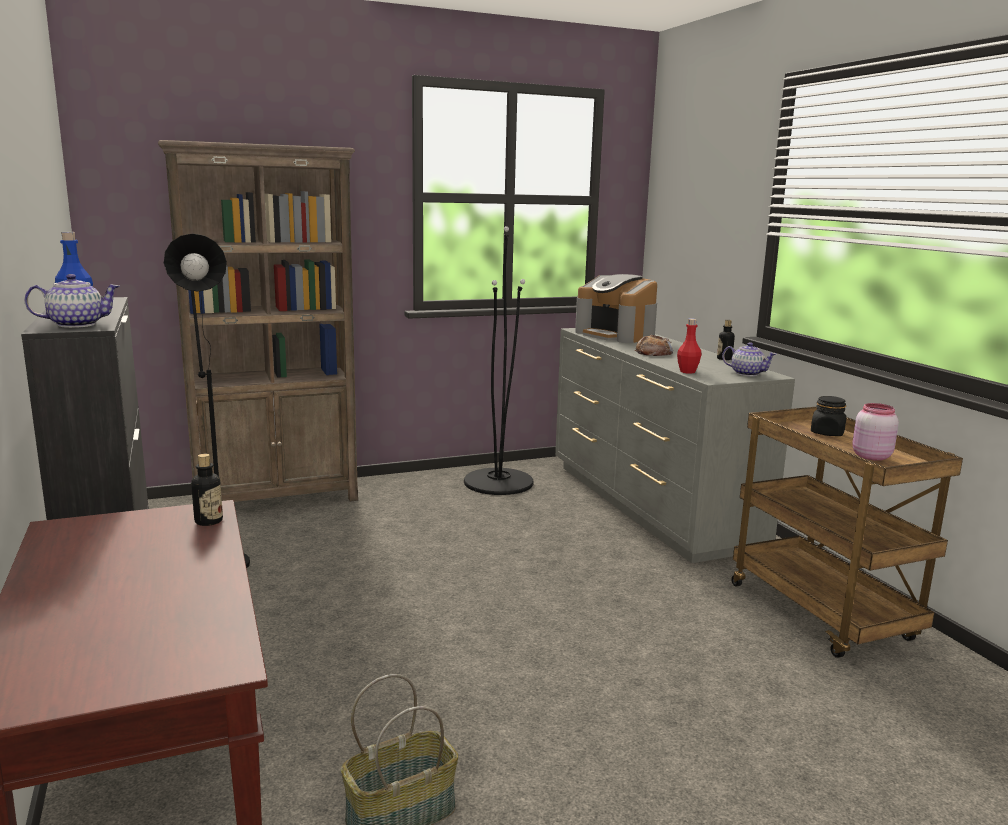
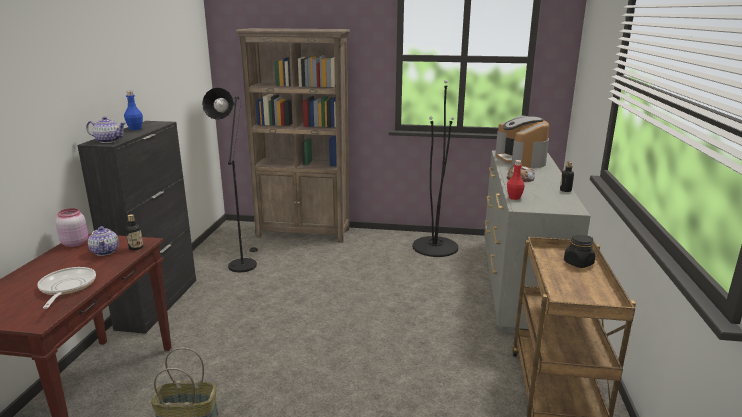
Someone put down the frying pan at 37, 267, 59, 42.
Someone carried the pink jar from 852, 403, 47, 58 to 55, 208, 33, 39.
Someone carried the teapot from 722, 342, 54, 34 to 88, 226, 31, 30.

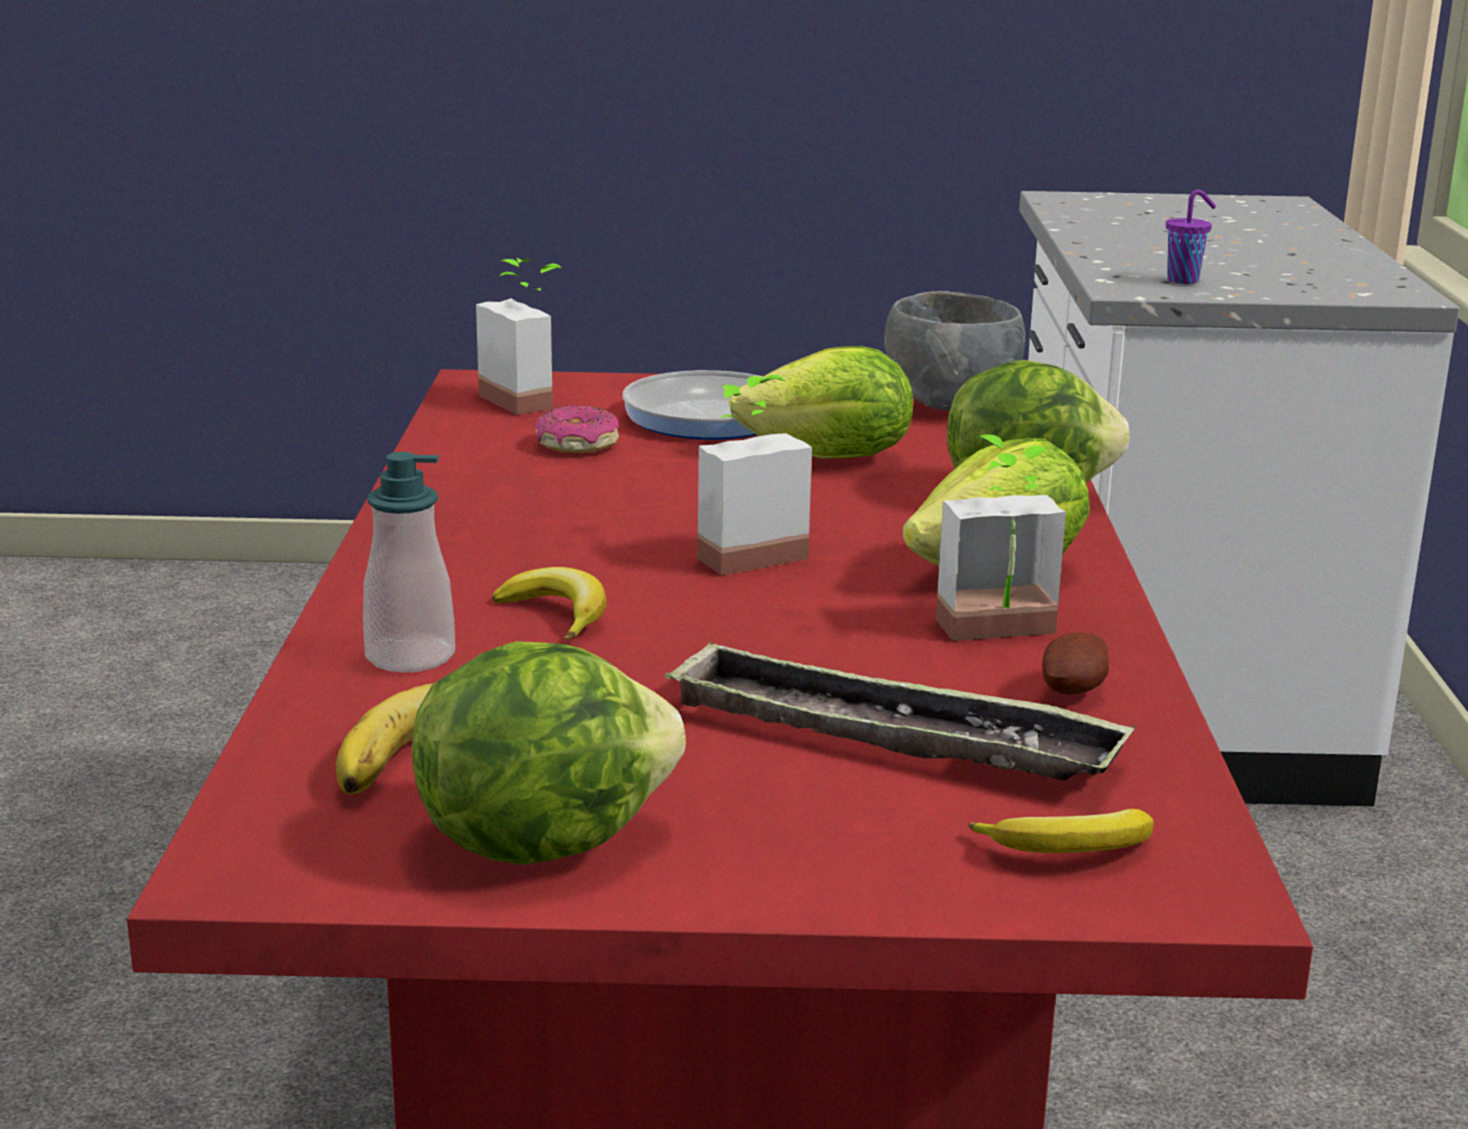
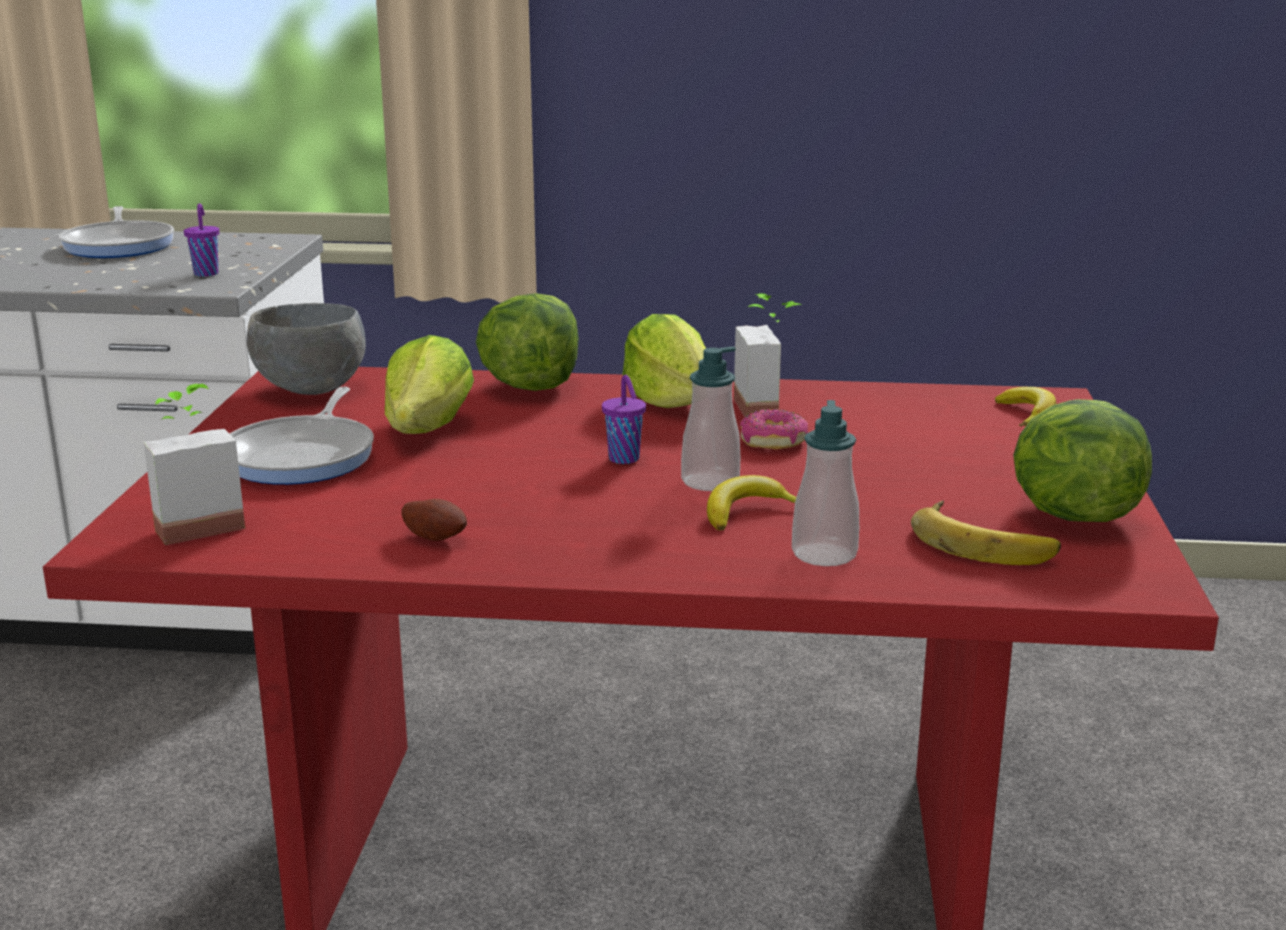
Someone put down the frying pan at 59, 206, 115, 52.
Someone carried the potato from 1042, 633, 67, 61 to 401, 499, 66, 42.
Someone swapped the potted plant at 698, 375, 114, 201 for the purple cup at 602, 375, 44, 89.
Someone put down the soap dispenser at 681, 346, 59, 145.
Someone carried the donut from 536, 405, 83, 48 to 740, 409, 68, 40.
Someone took away the tray at 664, 640, 470, 141.

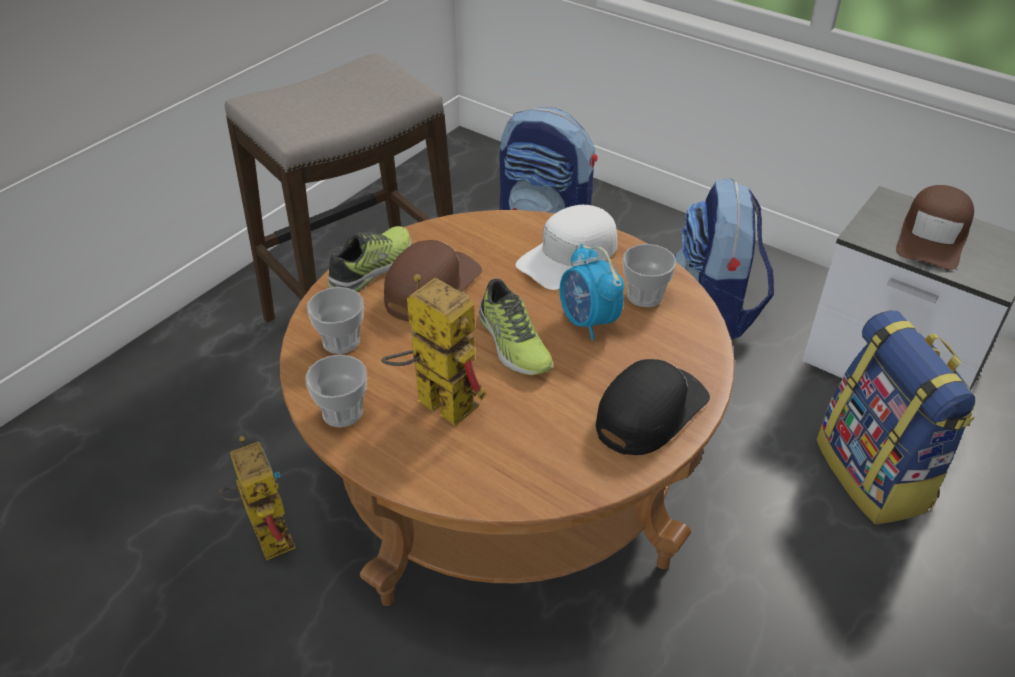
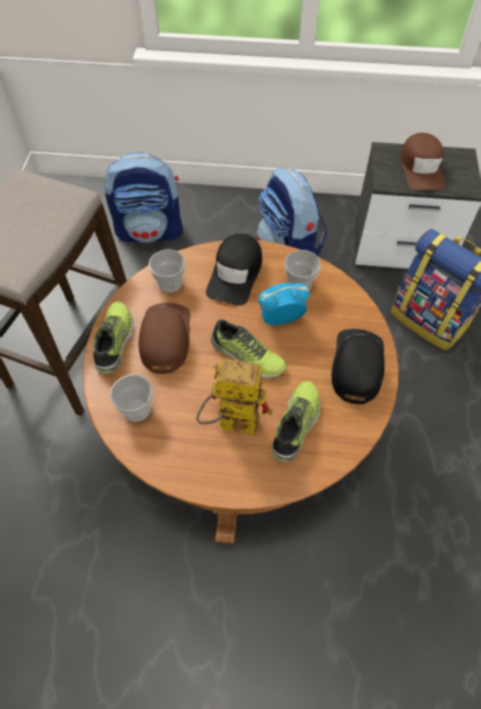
Someone carried the cup from 305, 354, 62, 74 to 149, 249, 36, 44.
Someone repainted the white cap at 516, 205, 101, 85, which became the black cap at 206, 234, 56, 72.
Someone rotated the alarm clock at 560, 244, 65, 96 by 135 degrees clockwise.
Someone put down the shoe at 271, 381, 49, 81.
Someone took away the toy robot at 219, 436, 77, 125.

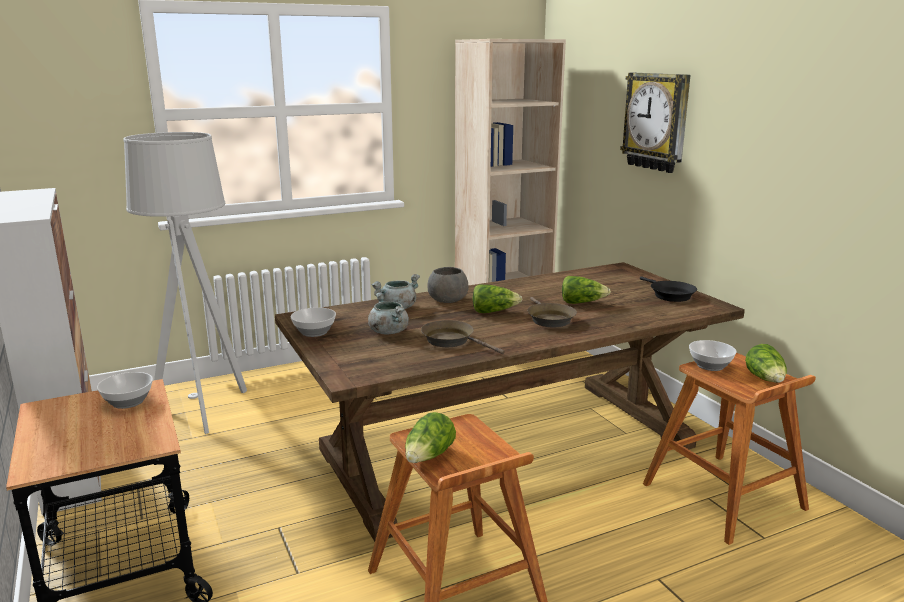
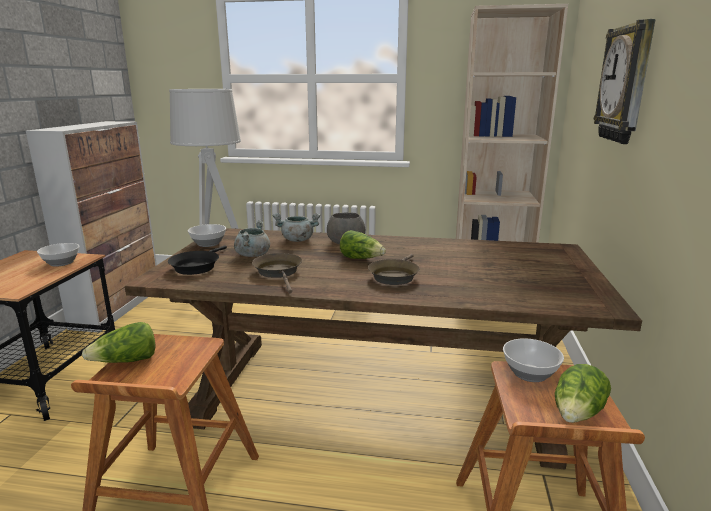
Someone carried the black frying pan from 640, 277, 57, 25 to 168, 245, 59, 30.
Someone took away the lettuce at 562, 276, 49, 28.

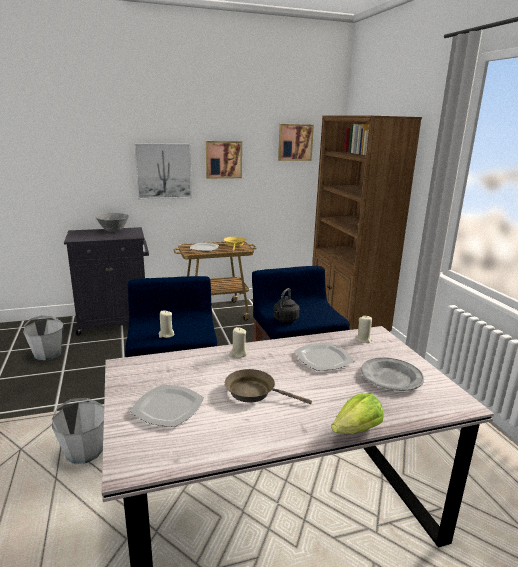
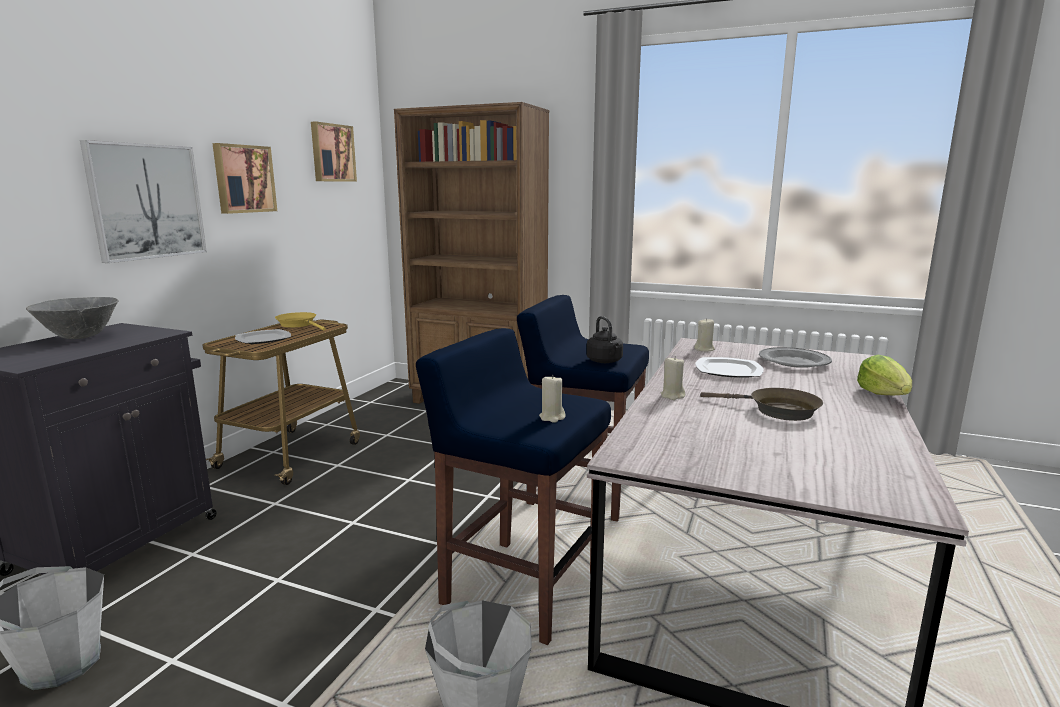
Someone rotated the brown frying pan at 225, 369, 87, 35 by 120 degrees counterclockwise.
Someone took away the plate at 130, 384, 74, 43.

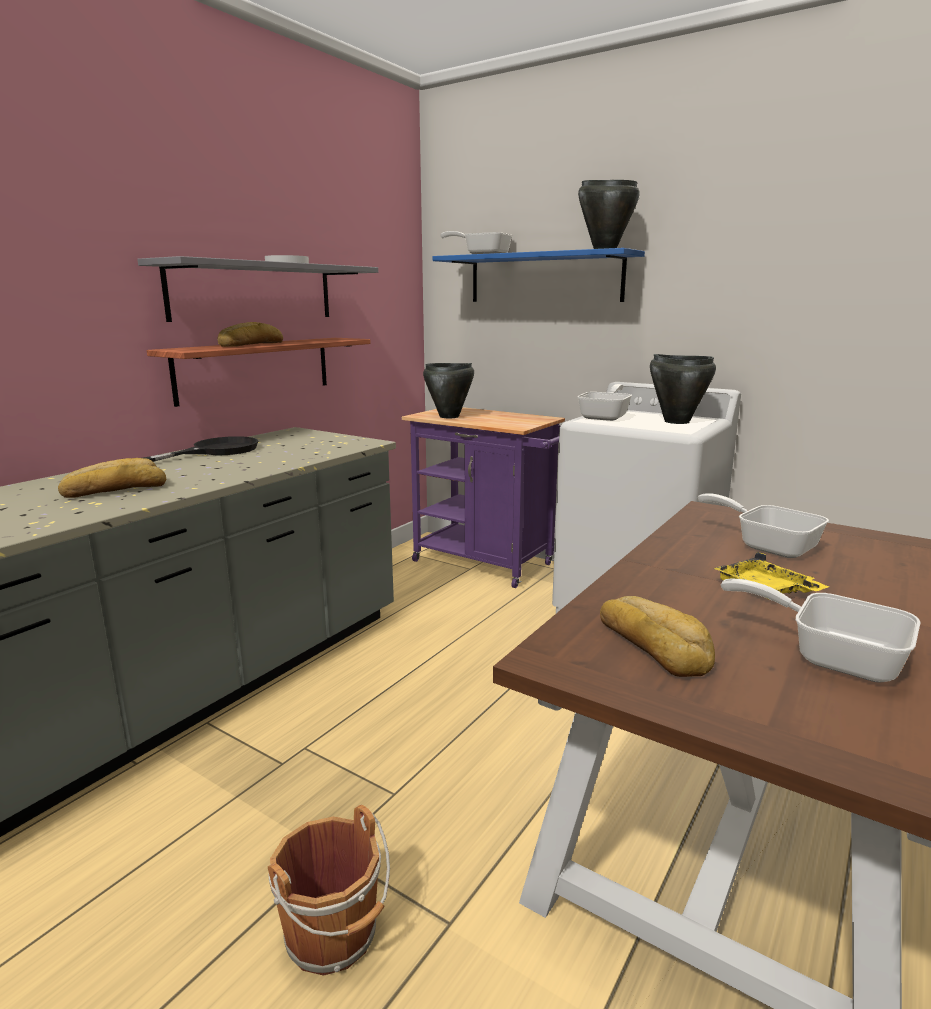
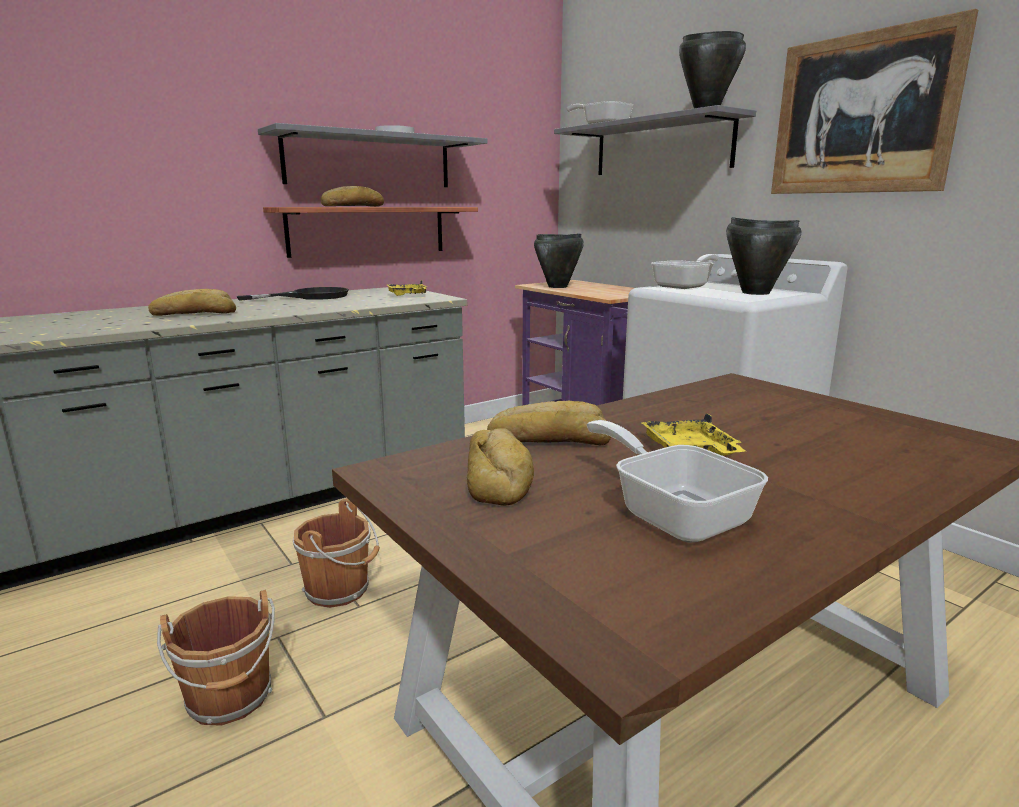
Someone put down the brown bucket at 293, 499, 87, 109.
Someone put down the yellow tray at 387, 280, 41, 16.
Someone put down the bread at 487, 401, 124, 44.
Someone repainted the blue shelf at 433, 248, 212, 54, which became the grey shelf at 554, 105, 202, 70.
Someone put up the picture at 771, 9, 207, 185.
Someone took away the frying pan at 698, 493, 131, 65.

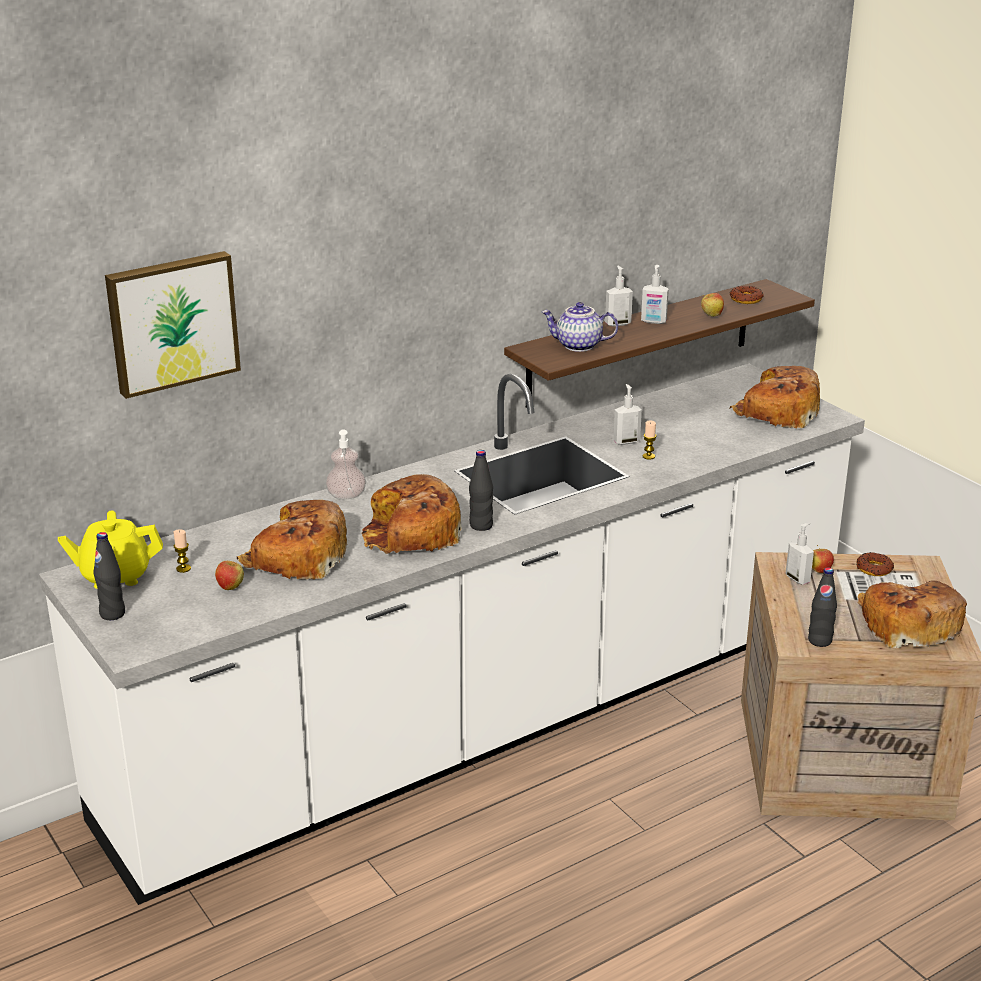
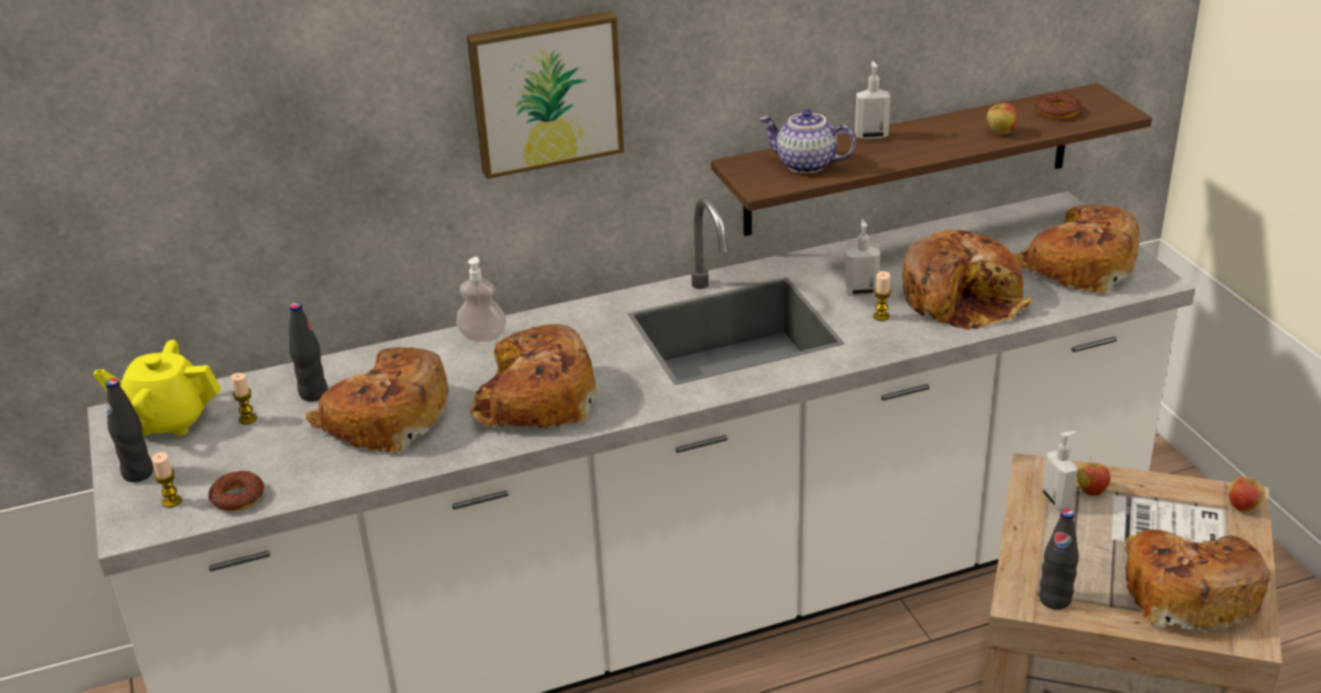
Someone put down the candle at 152, 452, 30, 56.
Someone carried the donut from 856, 552, 38, 24 to 208, 471, 56, 40.
Someone carried the black bottle from 469, 450, 24, 81 to 289, 302, 39, 99.
Someone carried the picture from 105, 251, 136, 148 to 467, 11, 157, 168.
Someone put down the bread at 902, 230, 131, 100.
Someone carried the apple from 215, 559, 29, 31 to 1229, 477, 36, 35.
Someone took away the soap dispenser at 641, 265, 28, 59.

